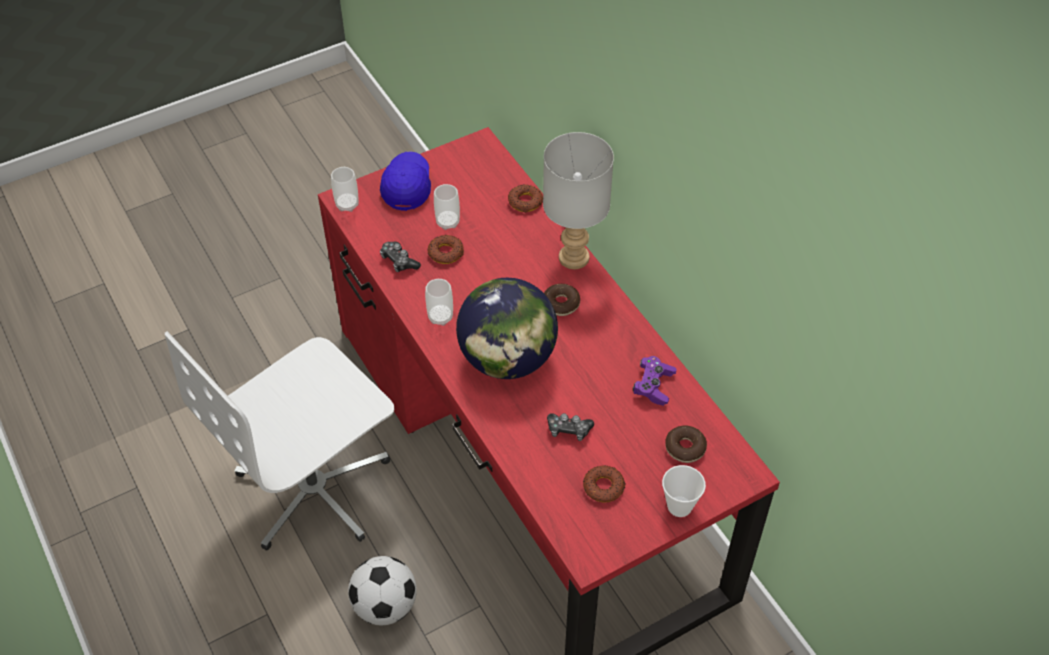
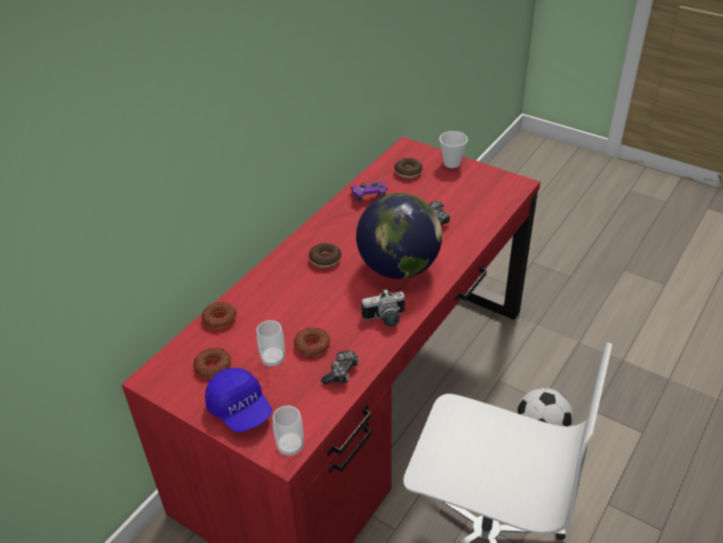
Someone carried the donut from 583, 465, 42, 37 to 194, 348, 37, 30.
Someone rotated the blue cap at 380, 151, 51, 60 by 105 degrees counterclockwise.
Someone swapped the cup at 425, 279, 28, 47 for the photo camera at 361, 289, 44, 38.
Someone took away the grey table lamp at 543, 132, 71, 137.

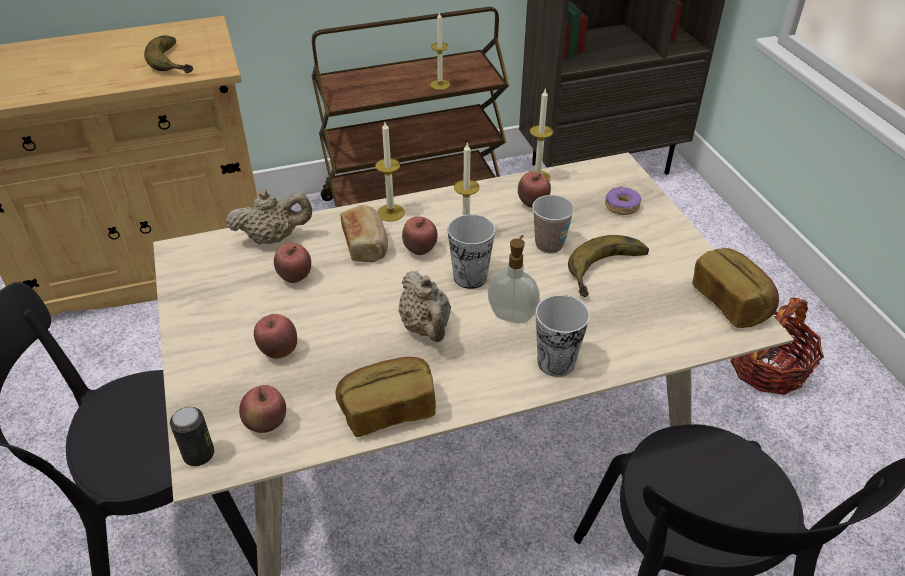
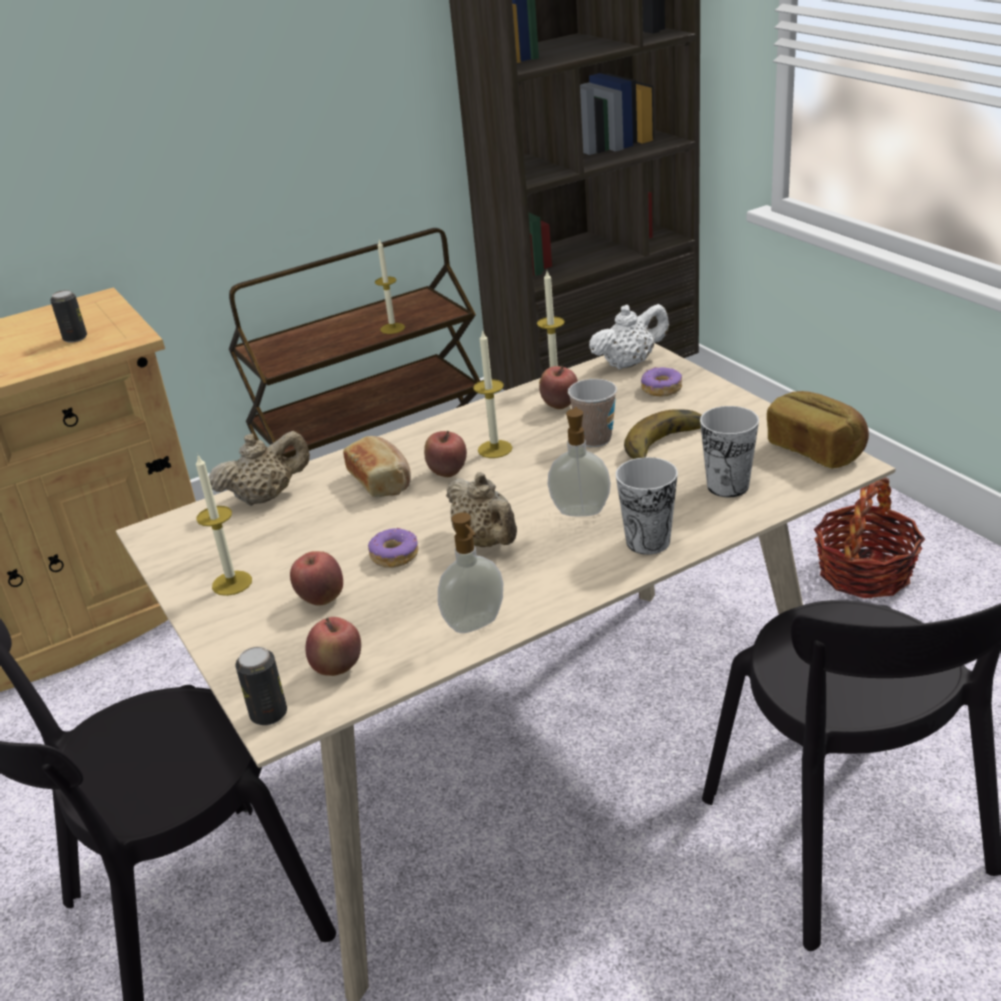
Someone swapped the banana at 144, 35, 49, 38 for the can at 50, 290, 37, 53.
Someone carried the candle from 375, 122, 30, 100 to 196, 456, 56, 140.
Someone put down the donut at 368, 528, 50, 40.
Someone swapped the bread at 336, 357, 100, 80 for the soap dispenser at 438, 513, 65, 120.
Someone put down the white teapot at 589, 304, 80, 65.
Someone carried the cup from 447, 214, 48, 75 to 700, 406, 59, 91.
Someone took away the apple at 274, 243, 37, 40.

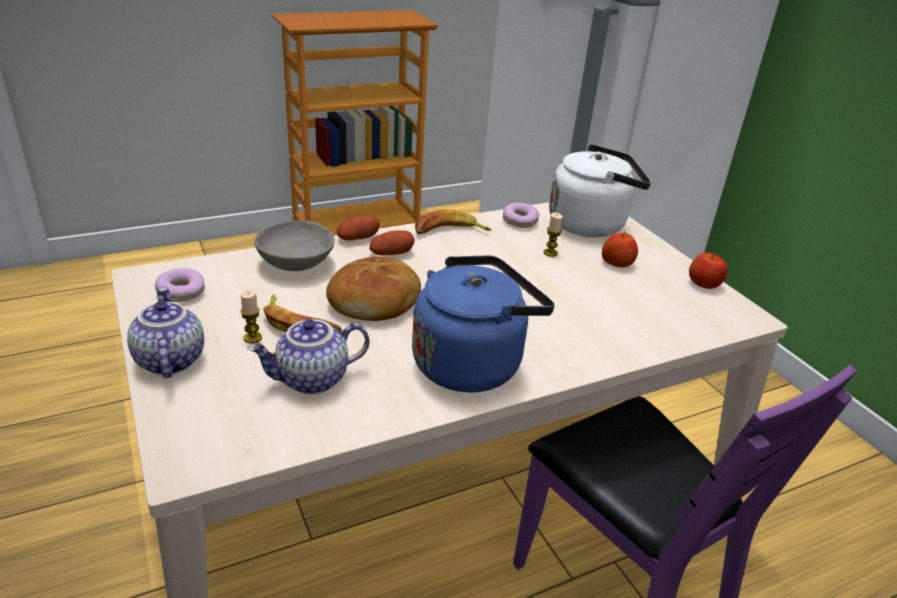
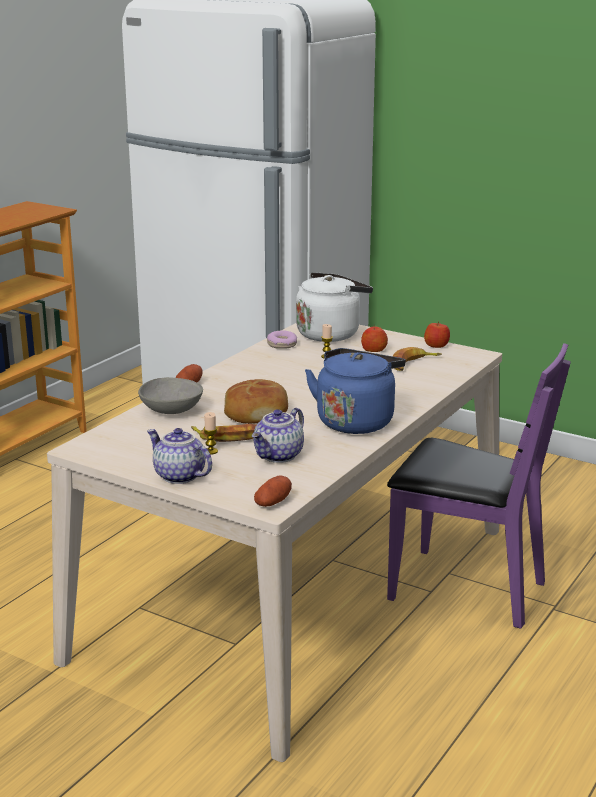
Someone carried the potato from 370, 230, 45, 25 to 254, 475, 38, 32.
Someone carried the banana from 415, 209, 77, 25 to 393, 347, 49, 24.
Someone took away the donut at 155, 268, 50, 34.

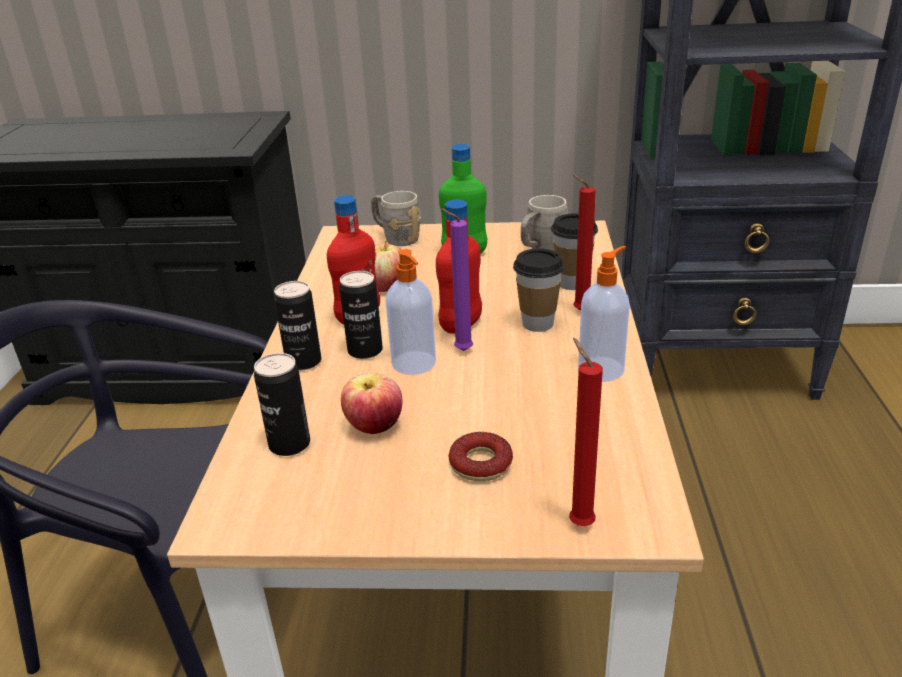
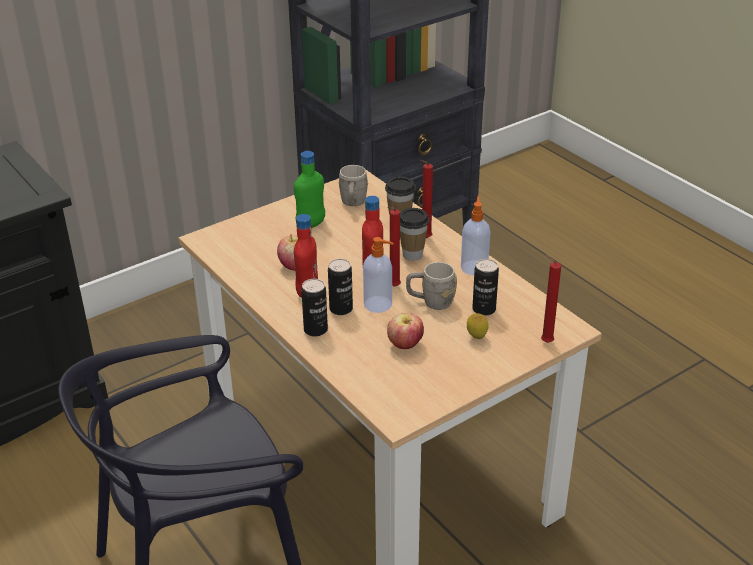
Someone repainted the purple candle at 440, 208, 33, 143, which became the red candle at 387, 207, 14, 80.
Someone carried the grey mug from 371, 191, 50, 55 to 406, 262, 51, 48.
Someone swapped the donut at 449, 432, 64, 49 for the lemon at 467, 313, 21, 26.
Someone carried the can from 254, 353, 56, 103 to 472, 259, 27, 57.

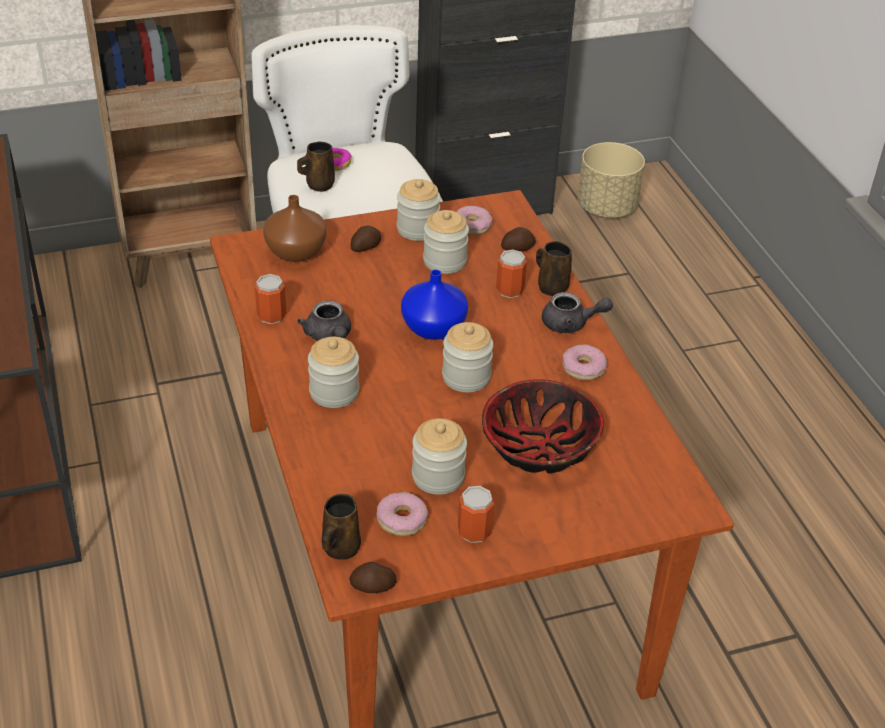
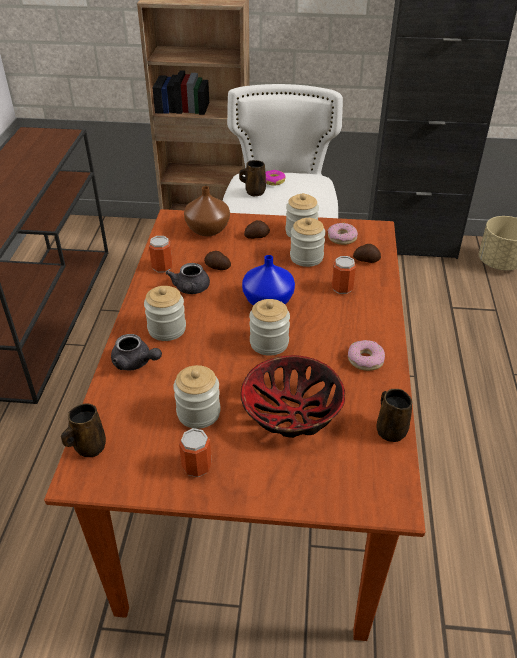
Someone carried the grey teapot from 542, 292, 71, 41 to 111, 334, 51, 36.
Someone carried the potato from 349, 562, 48, 31 to 204, 251, 27, 19.
Someone carried the brown mug from 536, 241, 36, 55 to 376, 389, 36, 53.
Someone took away the donut at 376, 492, 52, 44.

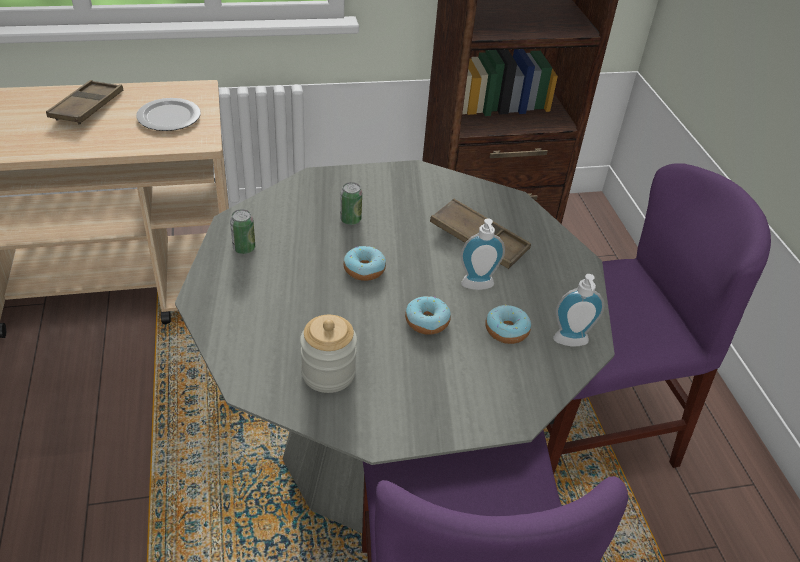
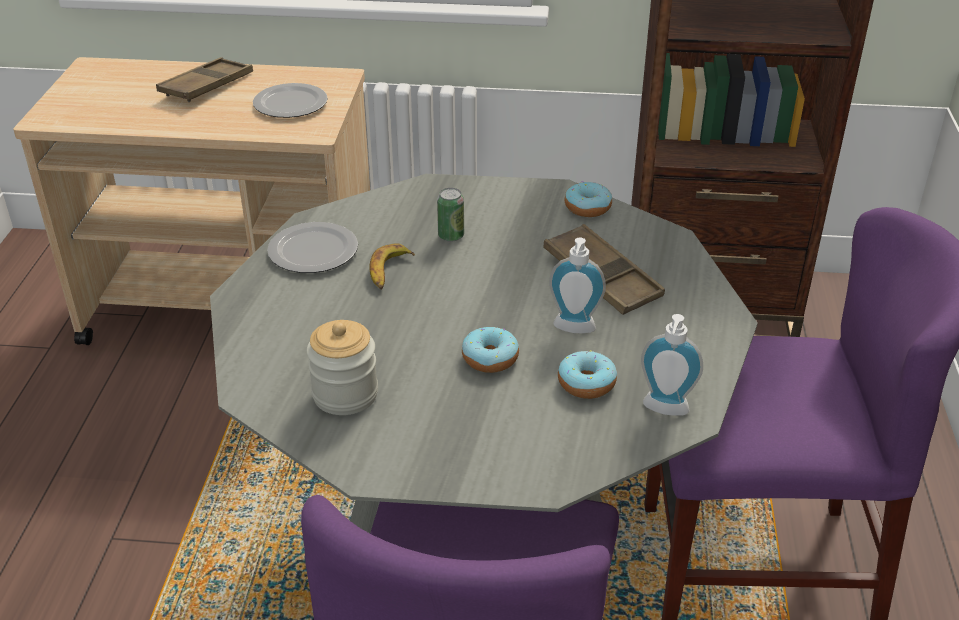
Someone swapped the can at 230, 209, 25, 45 for the plate at 267, 222, 91, 51.
Someone put down the banana at 370, 243, 45, 47.
Someone carried the donut from 343, 246, 43, 35 to 565, 181, 47, 36.

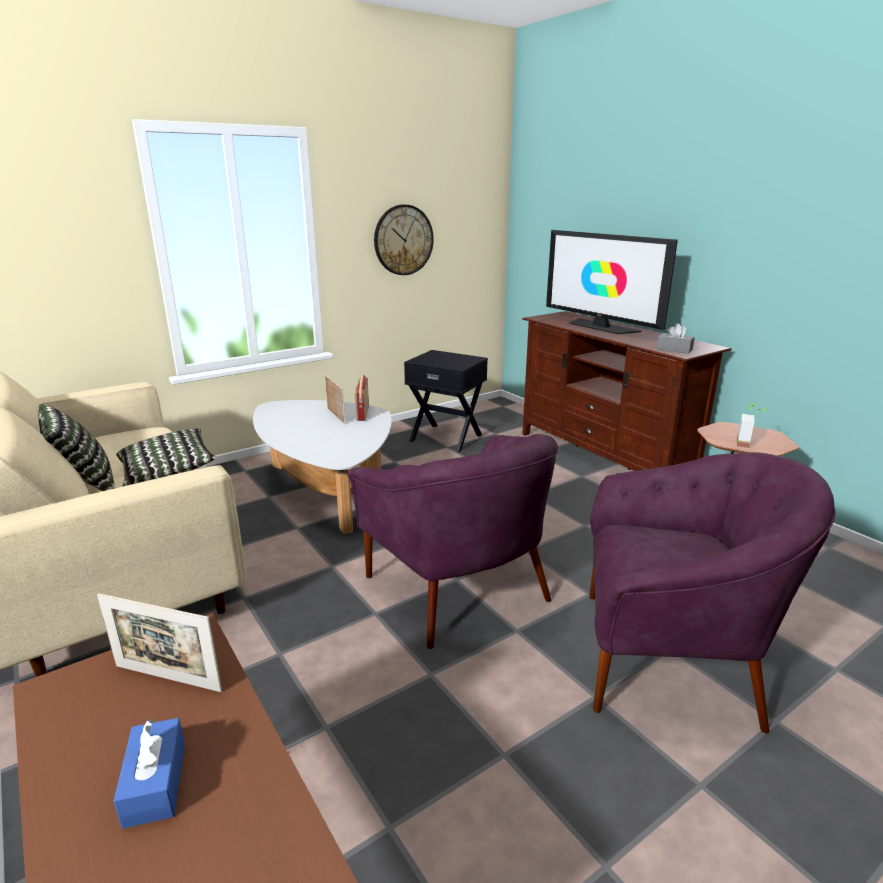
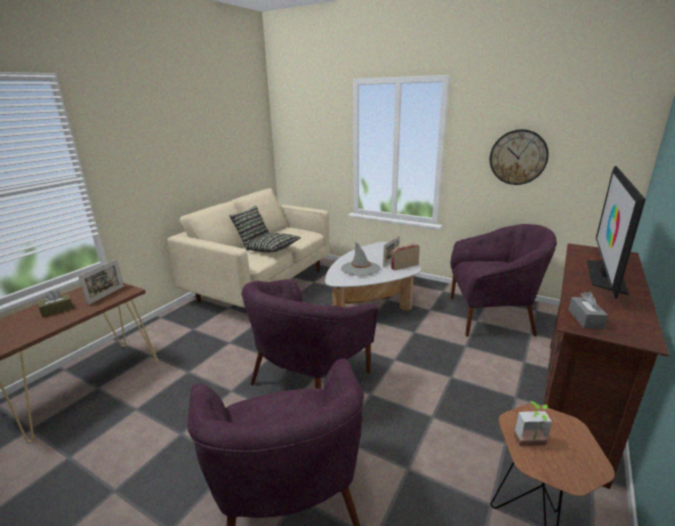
Someone repainted the blue tissue box at 114, 718, 71, 111, which became the brown tissue box at 37, 291, 37, 27.
Someone rotated the picture frame at 97, 593, 125, 99 by 150 degrees counterclockwise.
Someone put down the grey hat at 341, 241, 39, 35.
Someone swapped the black side table at 404, 350, 84, 103 for the purple armchair at 450, 224, 107, 113.

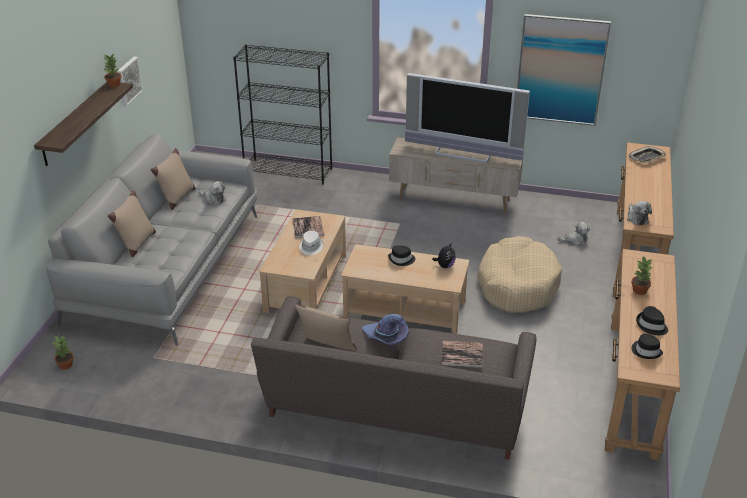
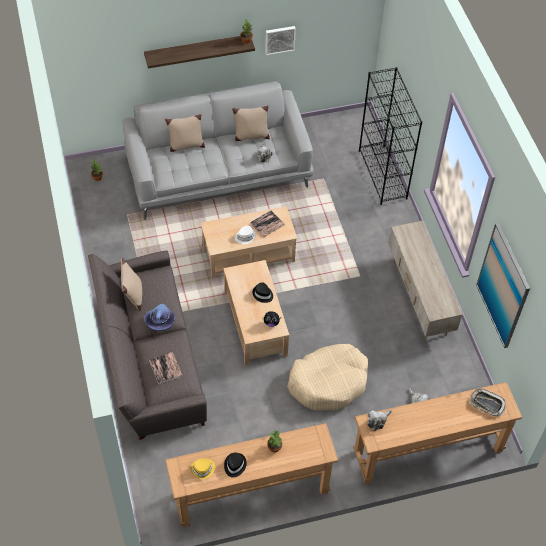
Someone repainted the black hat at 631, 334, 32, 25, which became the yellow hat at 191, 458, 24, 21.
Someone took away the television at 405, 73, 125, 90.

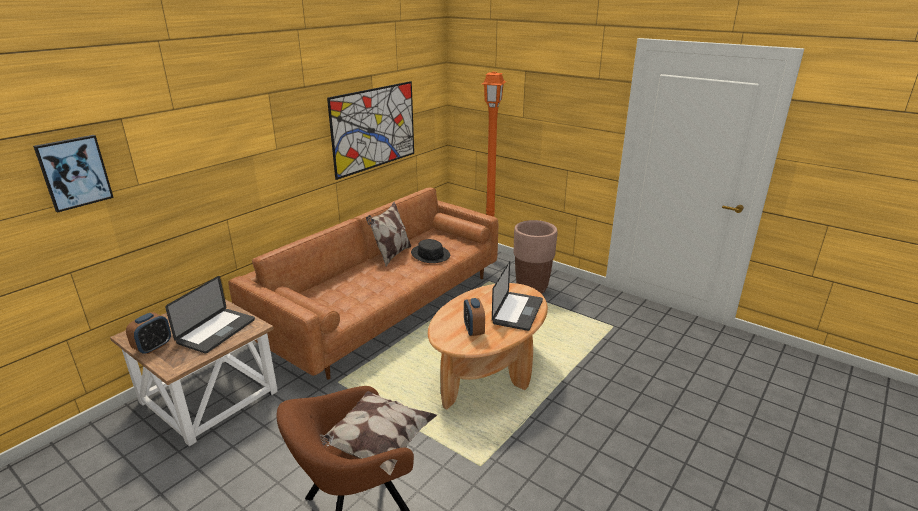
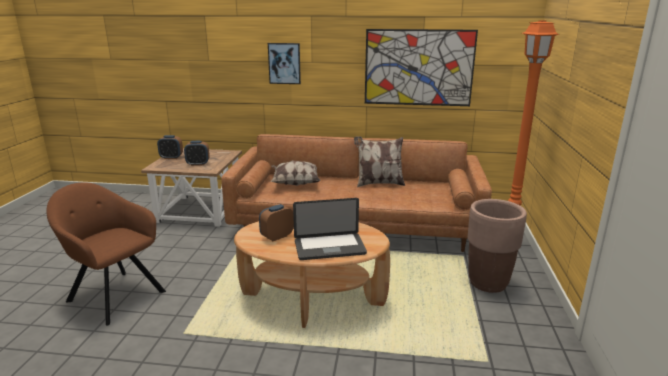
Someone swapped the laptop at 165, 276, 90, 78 for the alarm clock at 184, 141, 26, 25.
Someone carried the picture from 33, 135, 81, 78 to 268, 43, 33, 41.
Someone carried the pillow from 320, 391, 117, 84 to 270, 161, 51, 25.
Someone took away the black hat at 411, 239, 39, 24.

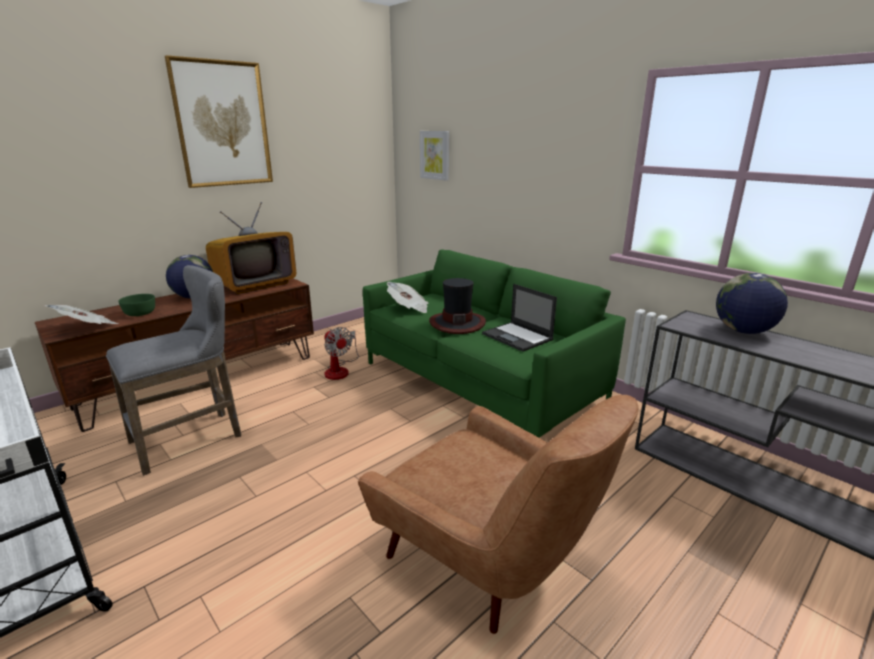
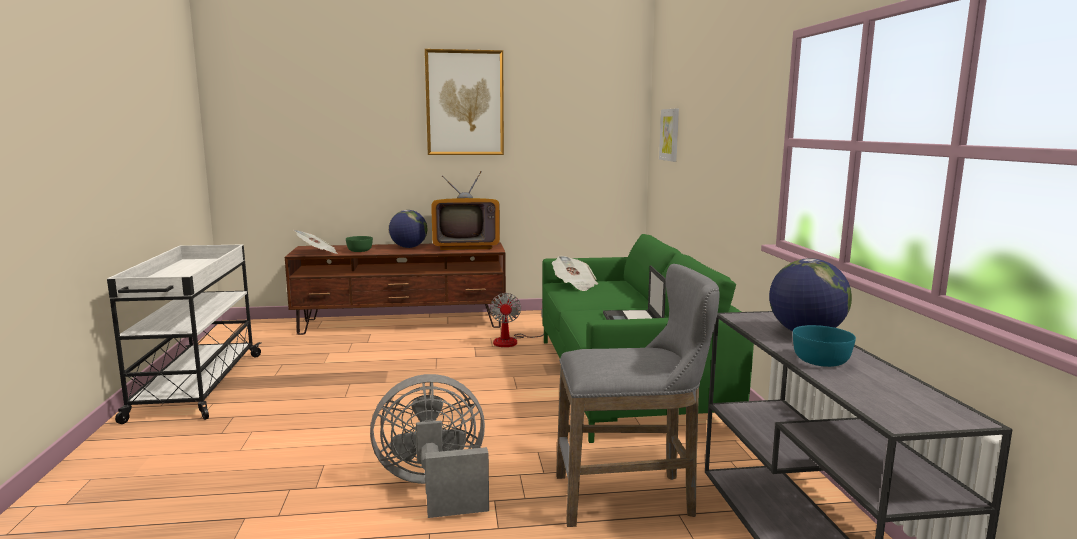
Someone swapped the brown armchair at 358, 395, 280, 239 for the grey fan at 370, 374, 119, 144.
Someone carried the grey stool from 106, 265, 135, 211 to 556, 264, 164, 263.
Someone put down the turquoise bowl at 793, 325, 63, 42.
Someone took away the hat at 429, 278, 57, 56.

